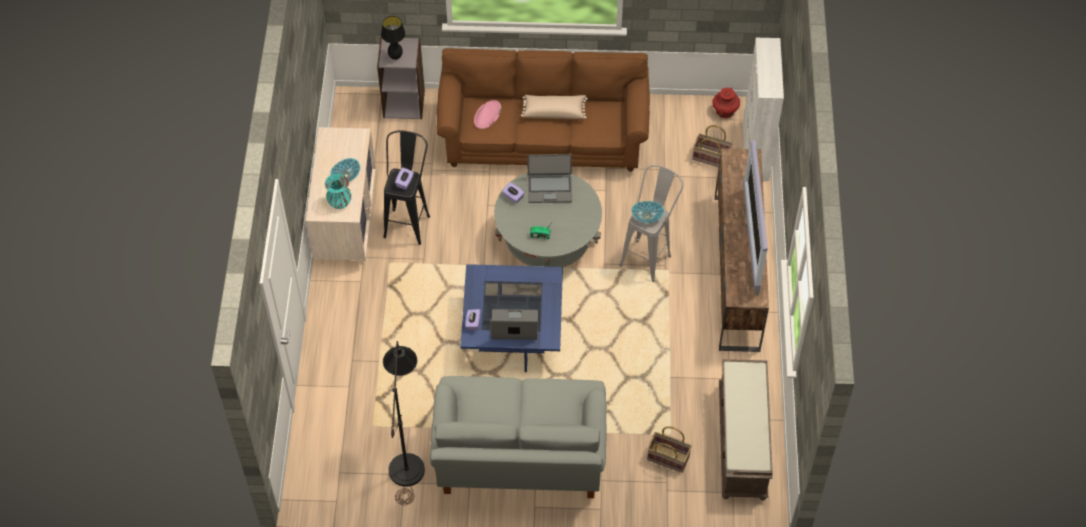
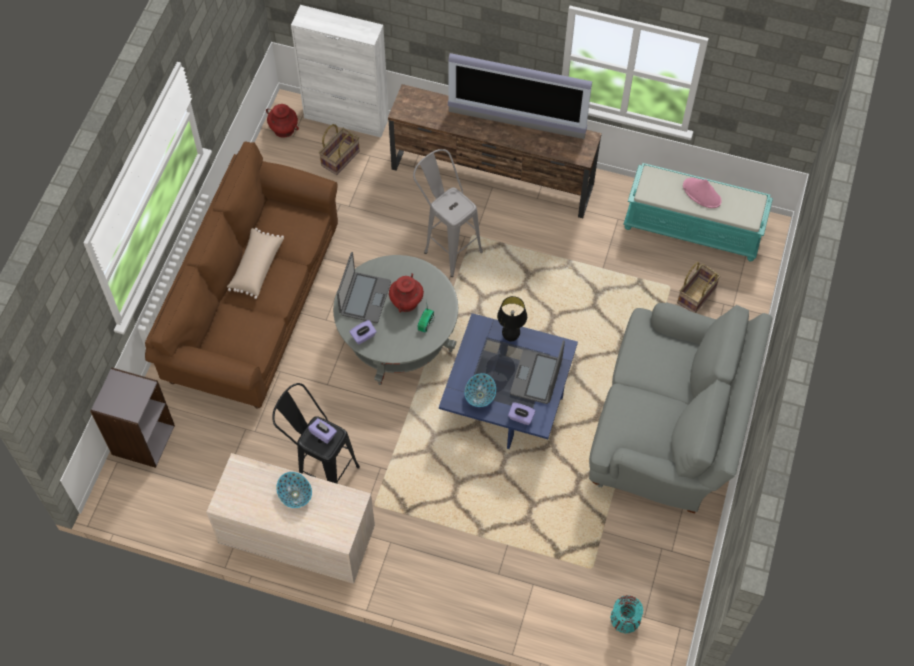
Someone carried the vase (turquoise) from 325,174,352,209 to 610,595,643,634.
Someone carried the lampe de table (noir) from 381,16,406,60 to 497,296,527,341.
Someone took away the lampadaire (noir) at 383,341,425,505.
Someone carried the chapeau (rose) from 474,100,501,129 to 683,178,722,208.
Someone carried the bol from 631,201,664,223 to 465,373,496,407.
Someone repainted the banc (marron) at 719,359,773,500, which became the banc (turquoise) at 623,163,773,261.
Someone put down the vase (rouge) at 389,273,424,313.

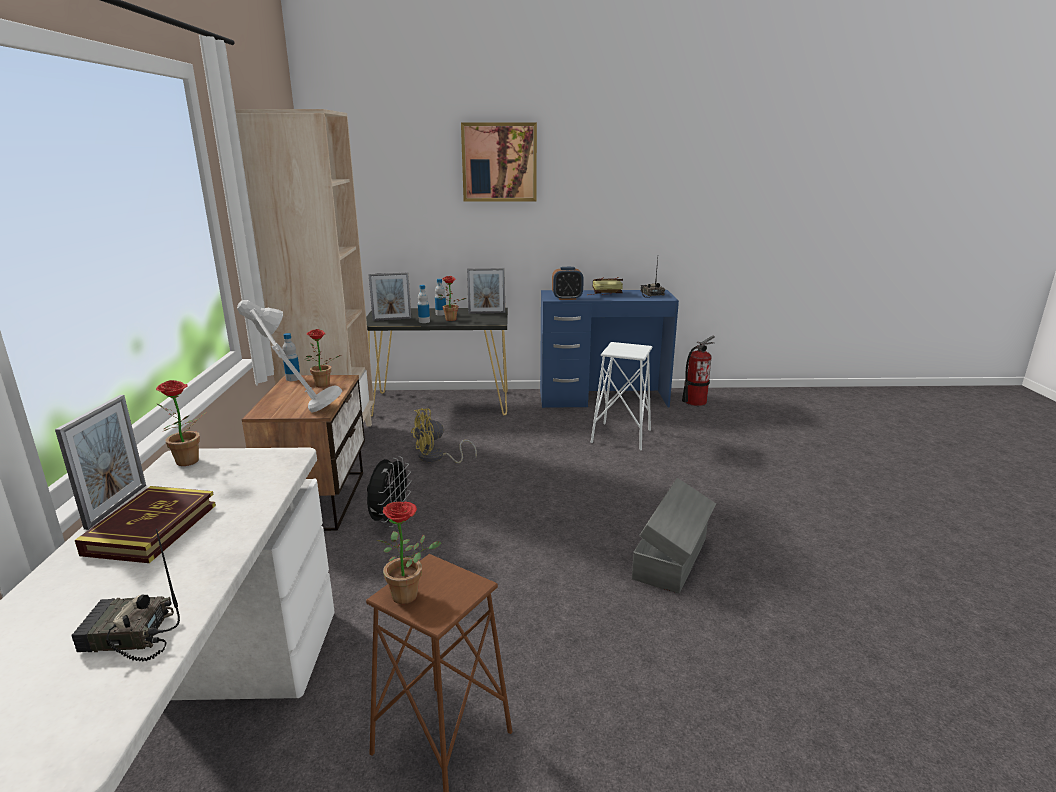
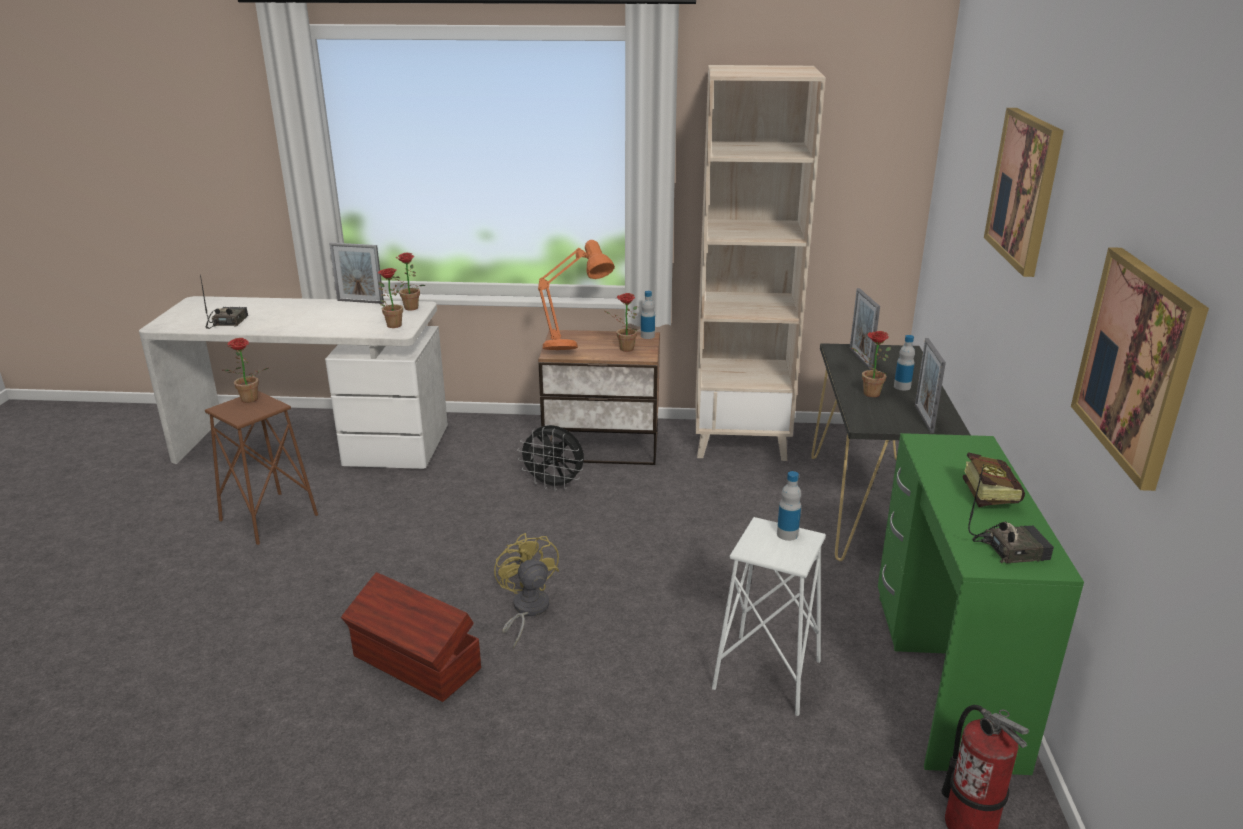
Someone took away the livre at 75,486,216,563.
Someone repainted the lampe de table (gris) at 237,300,342,412, which became the lampe de table (orange) at 538,240,615,350.
Someone carried the ventilateur (jaune) from 411,408,477,463 to 494,533,559,649.
Someone carried the bouteille from 418,285,430,323 to 777,471,801,541.
Someone repainted the bureau (bleu) at 540,290,679,408, which became the bureau (vert) at 878,433,1084,775.
Someone took away the réveil at 552,267,584,300.
Someone repainted the boîte de rangement (gris) at 632,478,716,594, which became the boîte de rangement (marron) at 341,572,481,702.
Someone put down the plante en pot at 378,268,404,328.
Someone put up the tableau at 1071,247,1209,491.

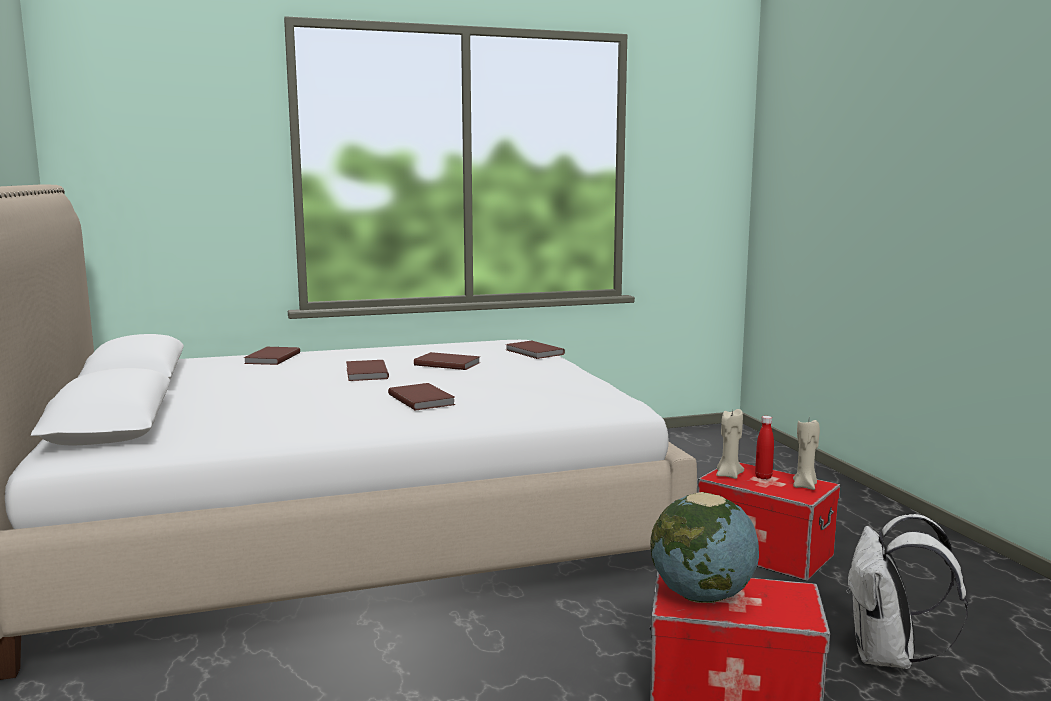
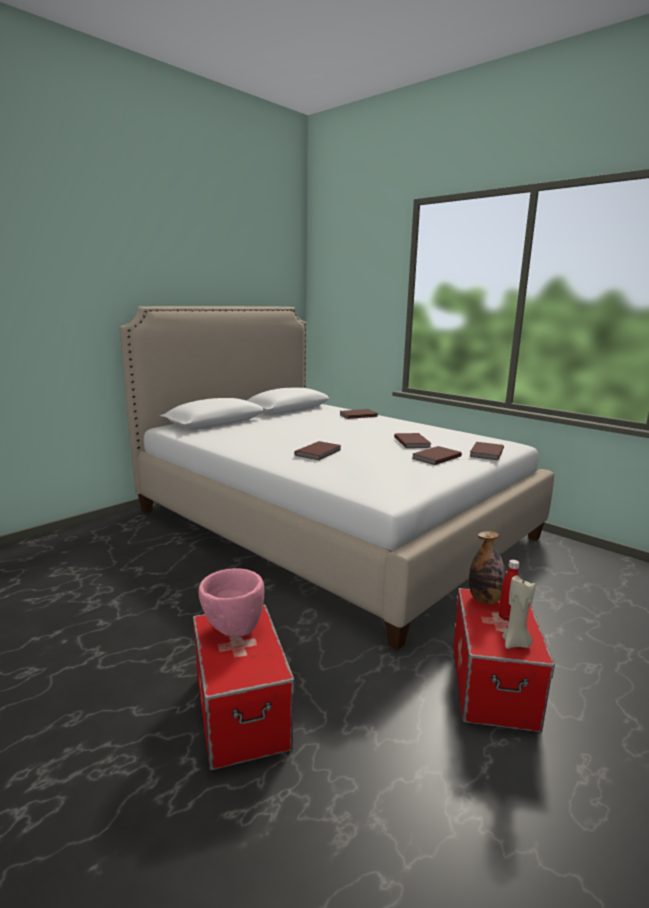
Someone carried the livre (marron) from 346,360,389,381 to 412,446,462,465.
Someone swapped the globe at 650,492,759,603 for the bol (rose) at 198,568,264,637.
Someone swapped the bougie (beige) at 716,408,744,479 for the bouteille at 469,531,506,604.
Someone took away the sac à dos (blanc) at 846,514,968,669.

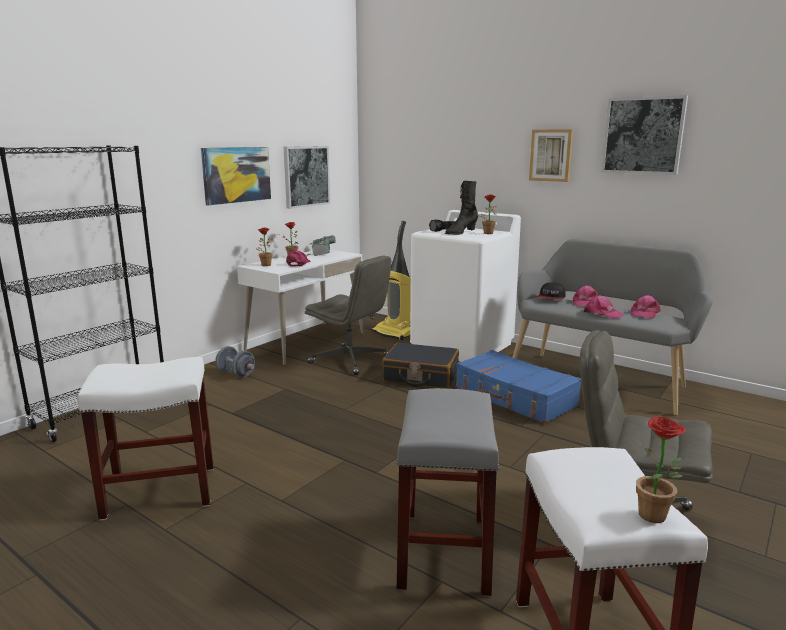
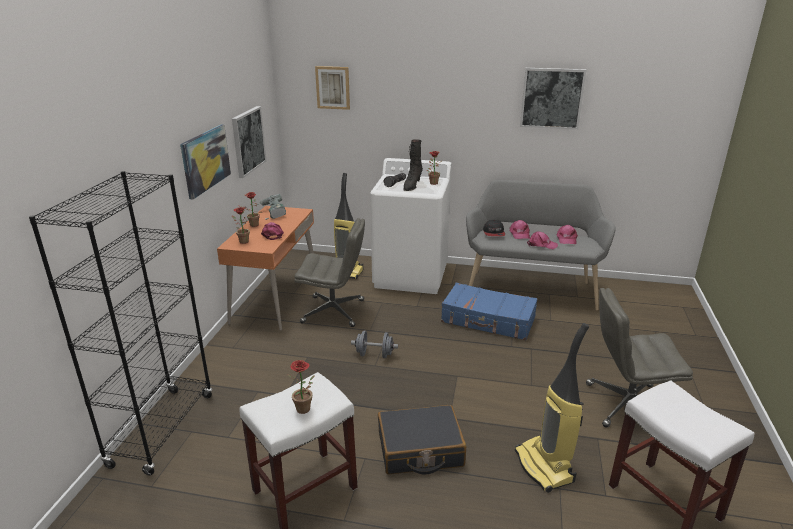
Someone carried the haltère (gris) from 216,346,255,378 to 351,331,398,358.
Someone repainted the bureau (blanc) at 237,250,364,365, which became the bureau (orange) at 217,206,314,331.
Someone carried the valise (noir) from 382,342,459,389 to 378,405,466,474.
Someone swapped the tabouret (gris) at 396,388,500,597 for the aspirateur at 515,323,589,493.
Someone carried the tableau from 529,129,573,182 to 315,66,350,110.
Someone carried the plante en pot from 636,416,686,523 to 287,360,315,414.

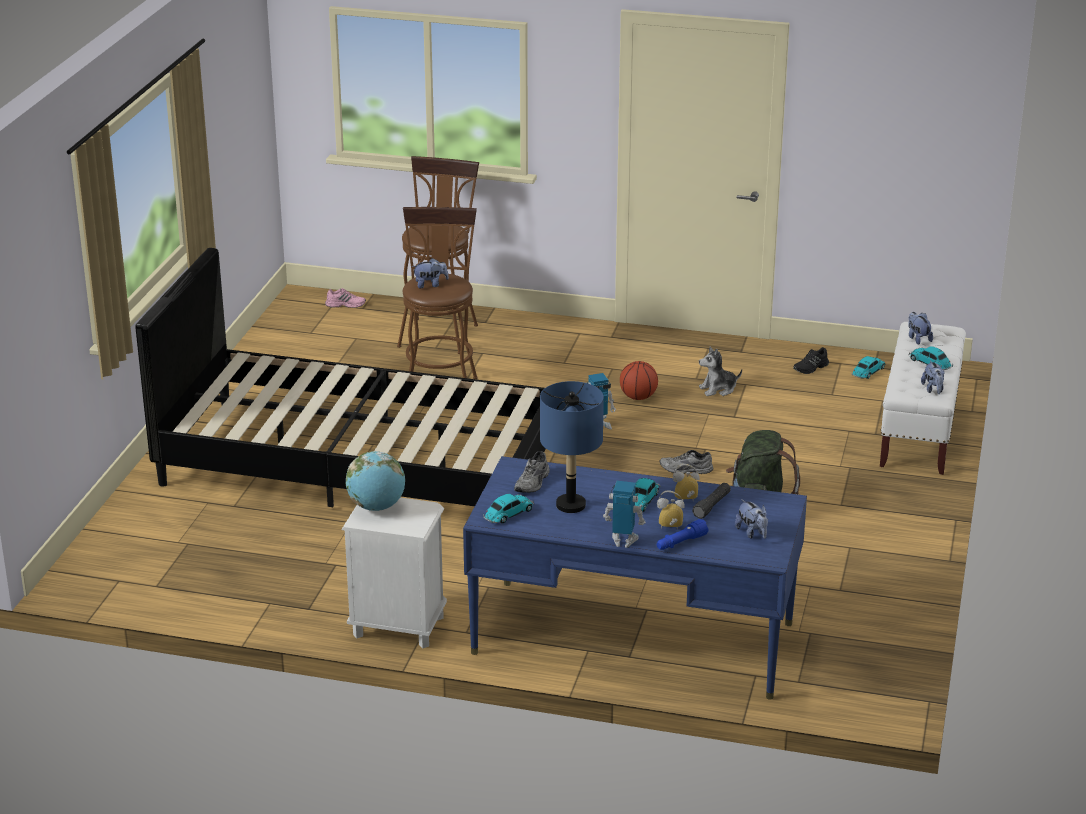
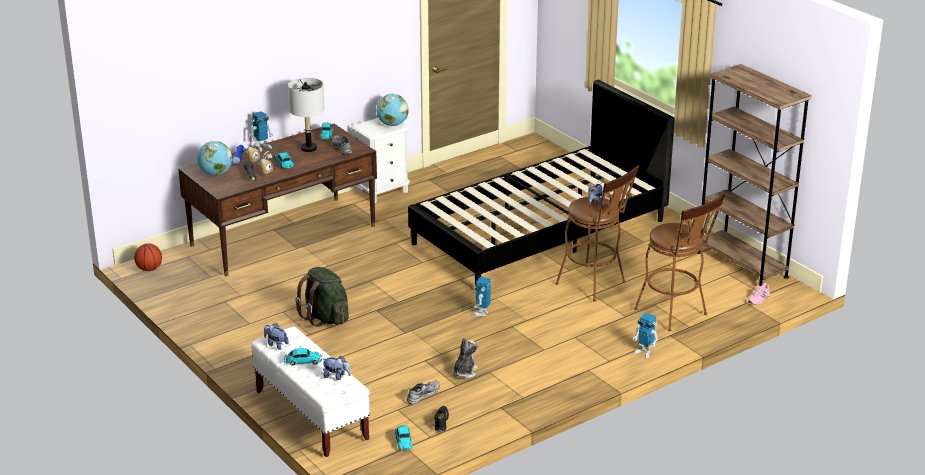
Someone repainted the bureau (bleu) at 463,456,807,700, which became the bureau (marron) at 178,124,377,276.
Someone repainted the lampe de table (bleu) at 540,381,604,513, which became the lampe de table (gris) at 288,78,324,152.
Someone carried the ballon de basket from 620,361,658,400 to 134,243,162,271.
Someone carried the chaussure (gris) from 660,450,714,474 to 407,380,440,404.
Someone swapped the peluche at 735,499,768,539 for the globe at 197,141,232,176.
Someone put down the robot jouet at 633,313,658,358.
Someone put down the bibliothèque (marron) at 697,64,812,286.

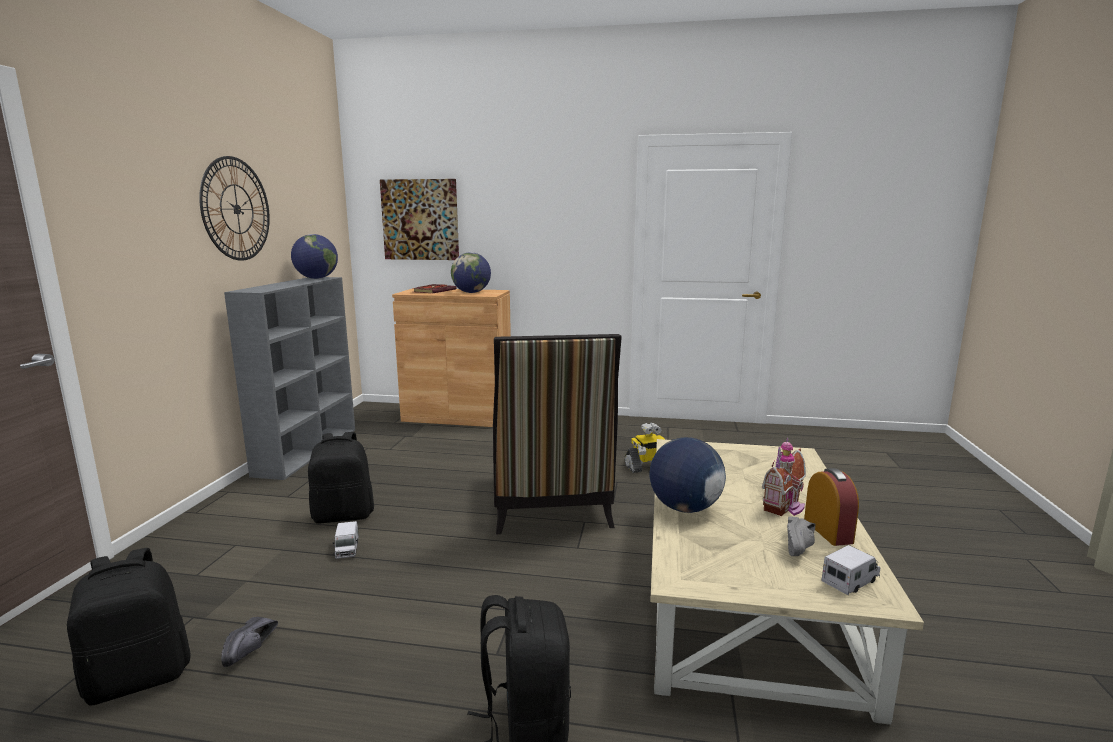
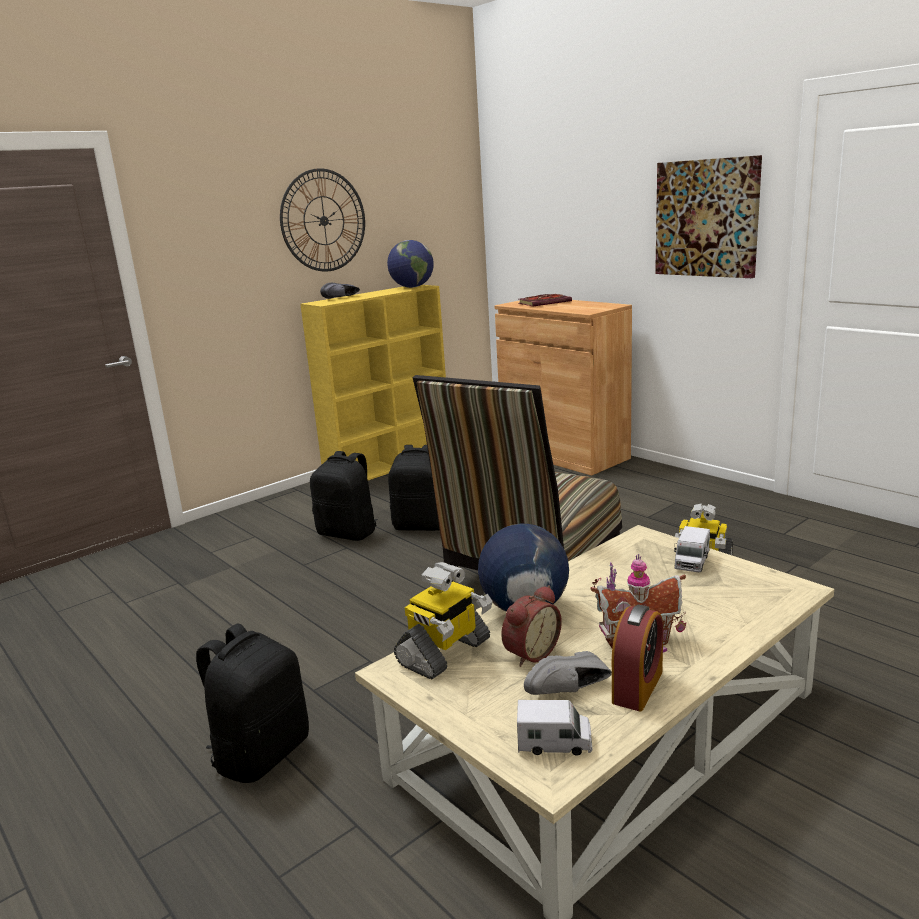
Someone carried the sac à dos (noir) from 67,548,191,706 to 388,445,439,531.
Someone carried the chaussure (noir) from 221,617,278,667 to 320,283,360,299.
Someone repainted the bibliothèque (gris) at 224,277,355,480, which became the bibliothèque (jaune) at 300,285,446,480.
Someone carried the camion jouet from 333,521,359,559 to 674,526,710,572.
Someone carried the tableau from 380,179,459,260 to 655,155,762,278.
Someone took away the globe at 451,252,491,293.
Someone put down the robot jouet at 394,562,492,680.
Someone put down the réveil at 501,585,562,667.

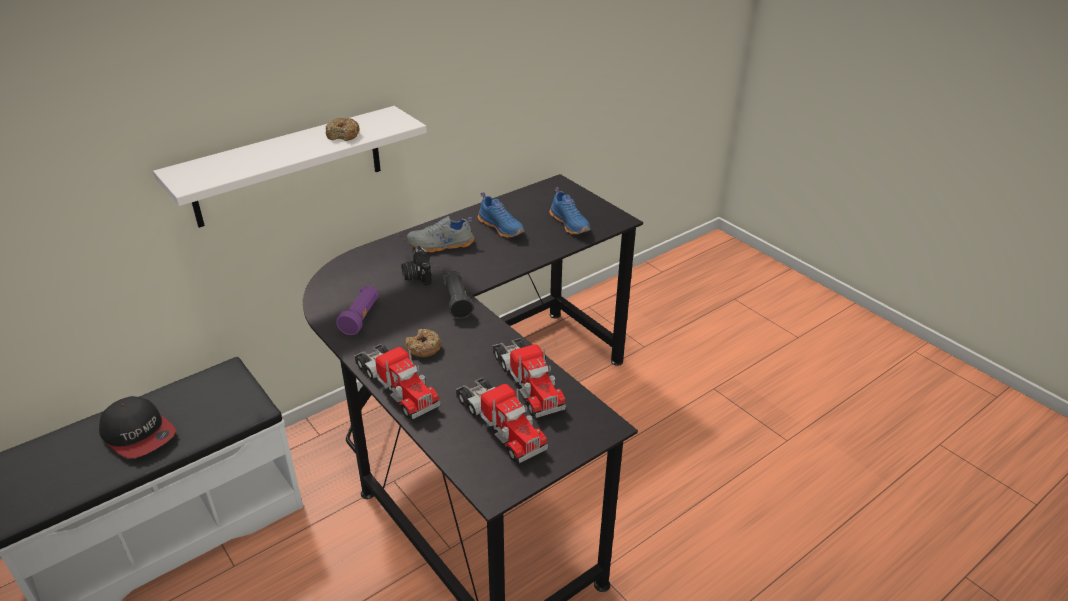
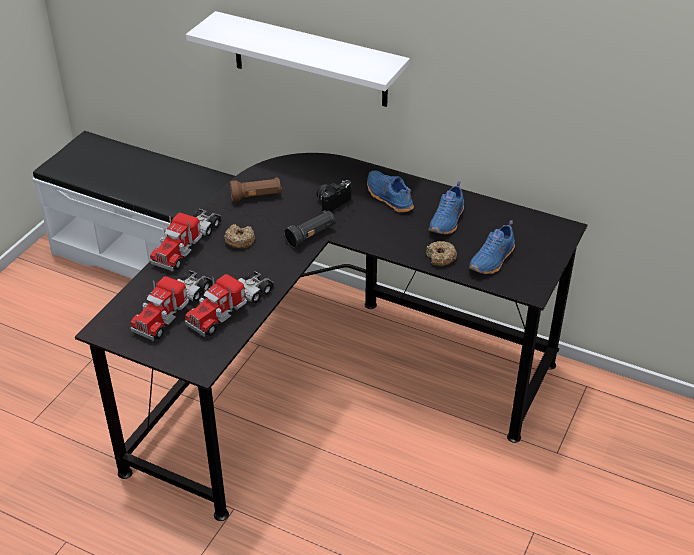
Someone took away the casquette at 99,396,176,458.
Someone carried the beignet from 326,118,360,141 to 426,241,457,266.
Someone repainted the lampe de poche (violet) at 336,286,379,335, which became the lampe de poche (marron) at 230,177,282,202.
Someone repainted the chaussure (gris) at 407,216,474,252, which became the chaussure (bleu) at 367,170,414,213.

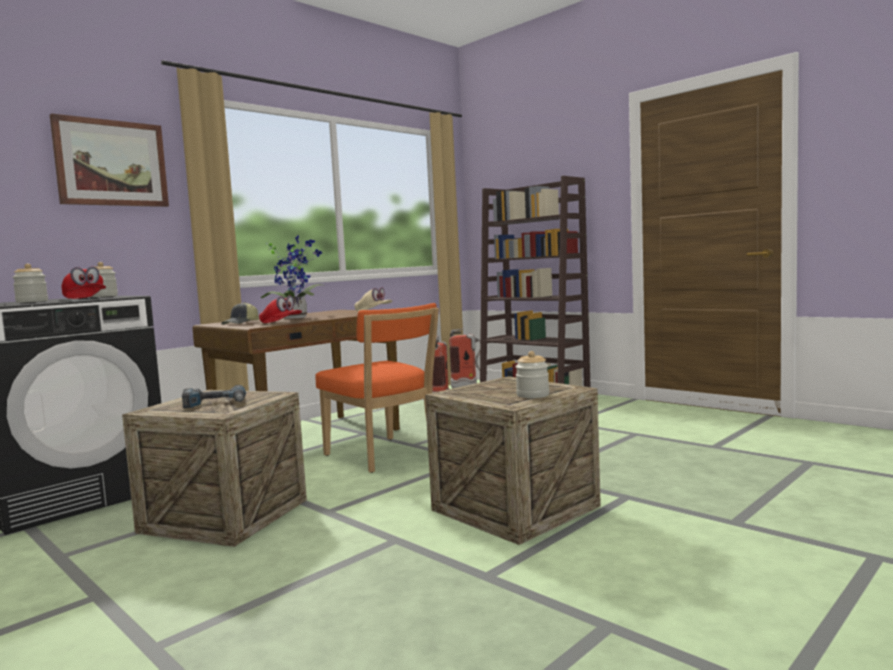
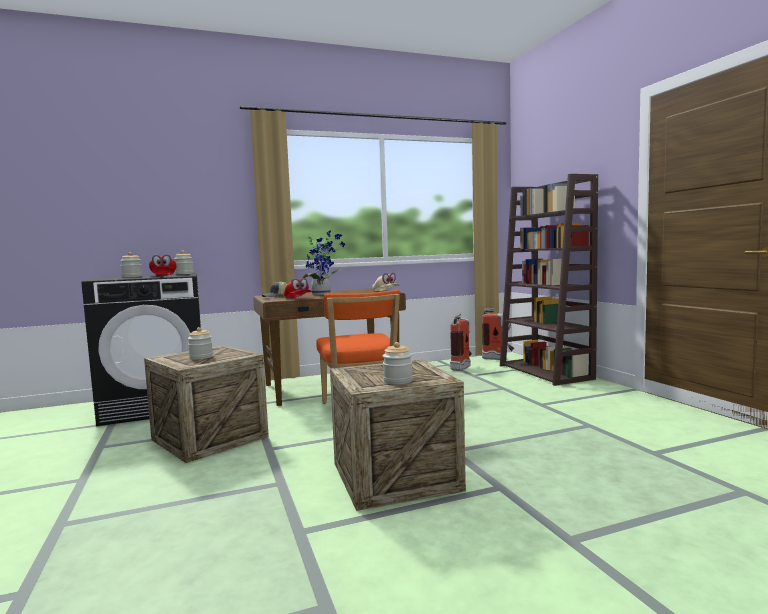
Someone took away the tableau at 50,113,169,207.
Someone swapped the perceuse at 182,385,246,409 for the bocal at 188,327,213,359.

